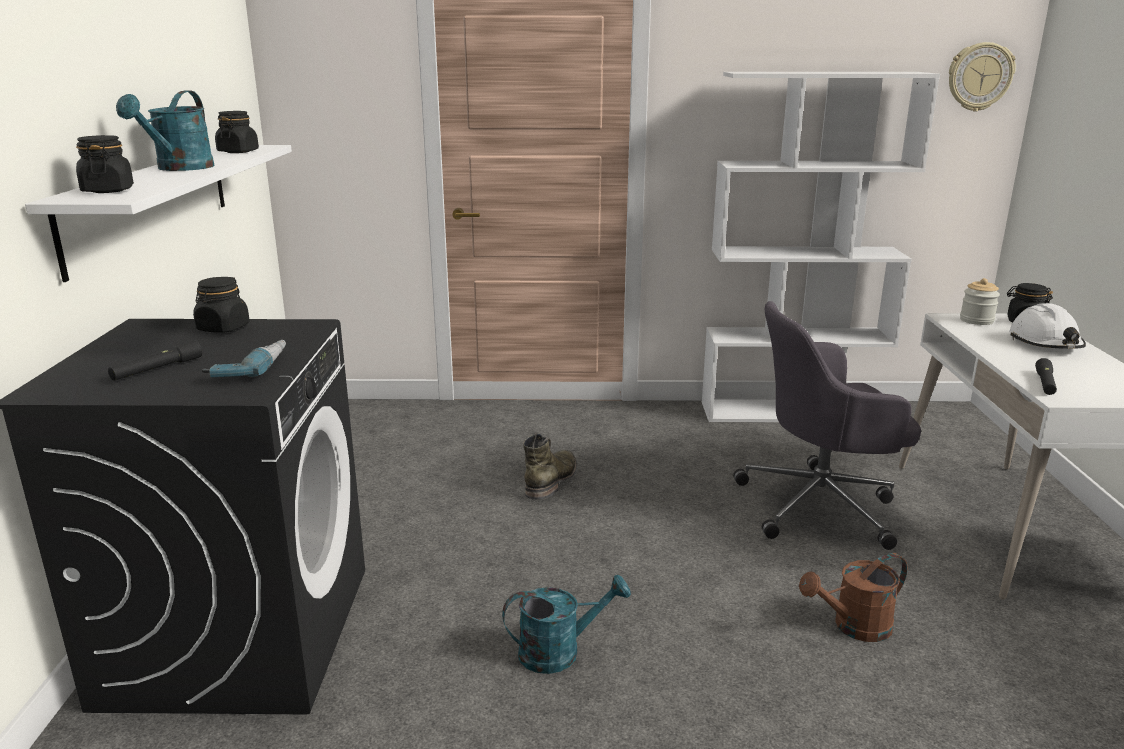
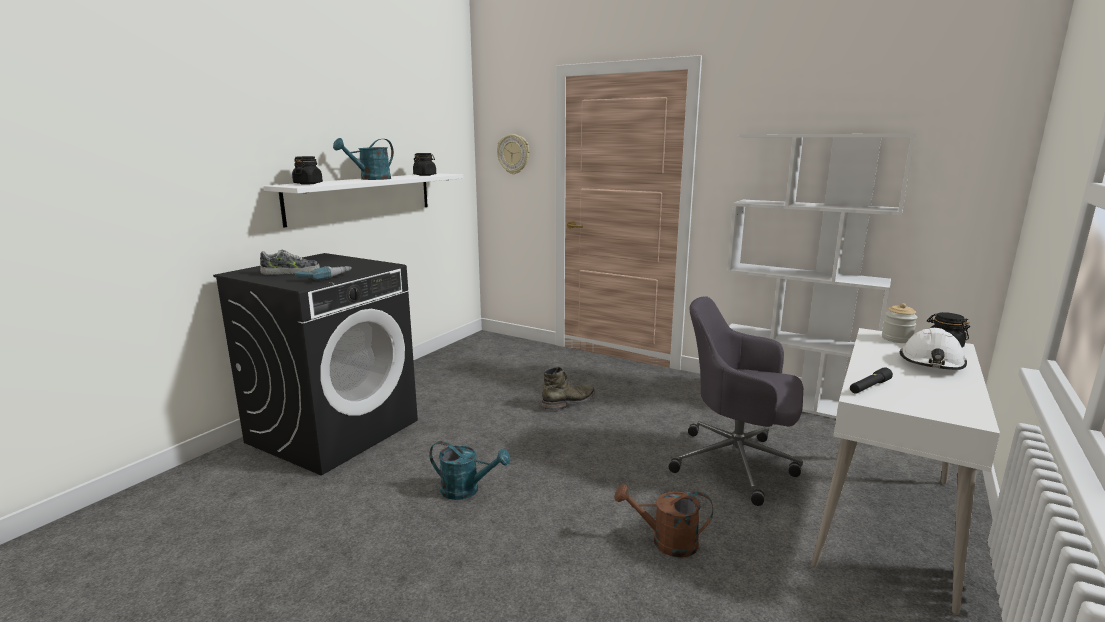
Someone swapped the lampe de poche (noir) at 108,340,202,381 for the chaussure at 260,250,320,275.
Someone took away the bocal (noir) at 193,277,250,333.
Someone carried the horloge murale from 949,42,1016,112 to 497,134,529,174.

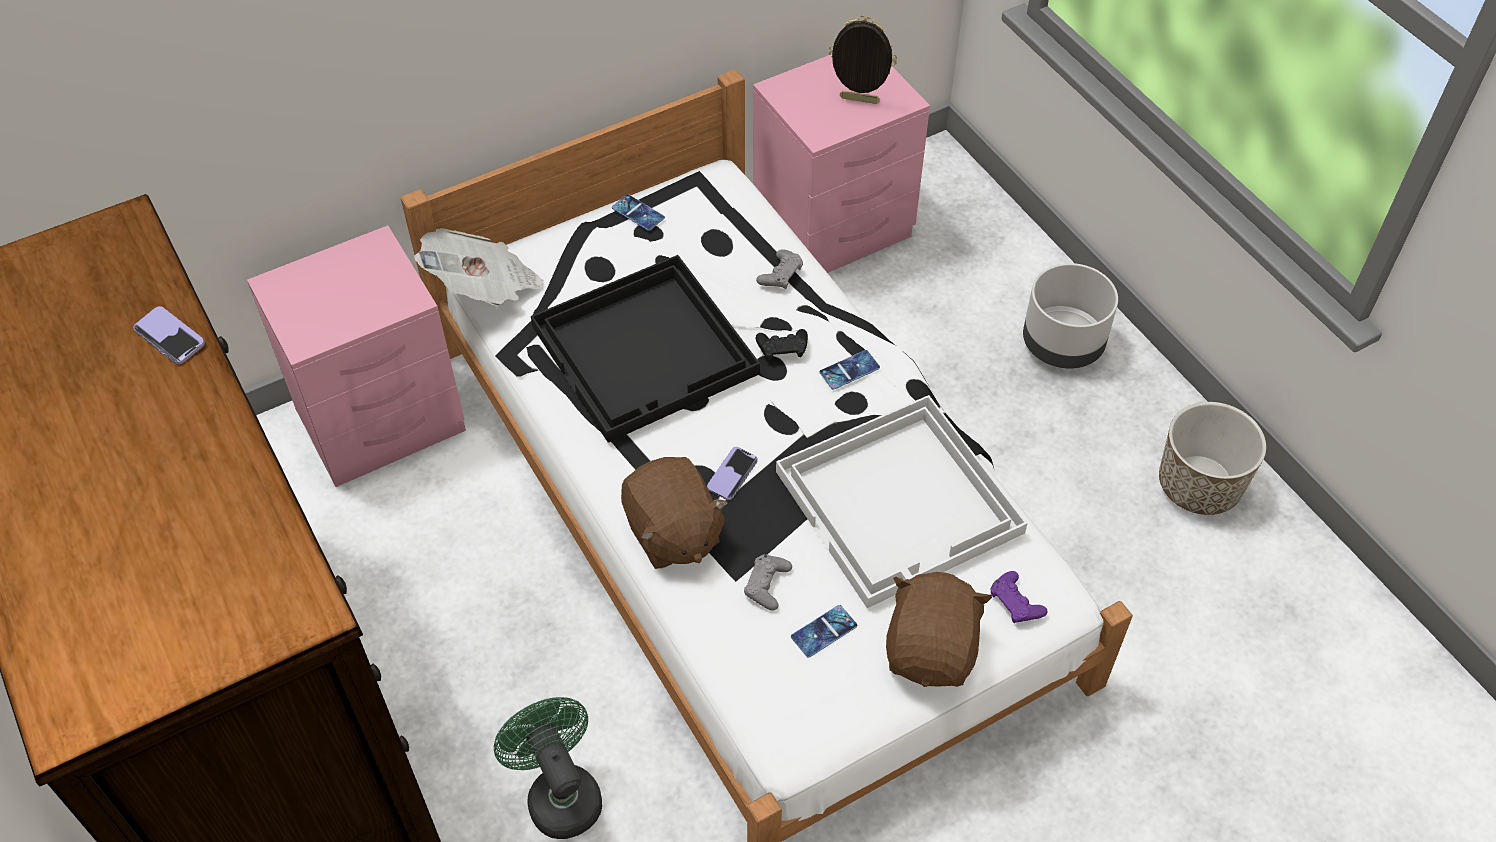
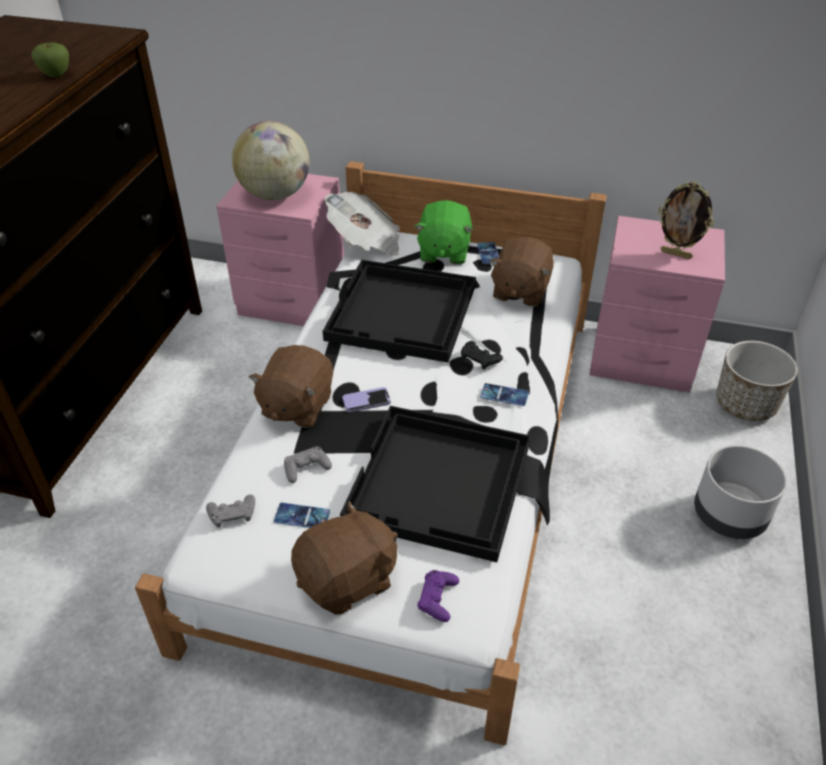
Someone swapped the téléphone at 133,306,205,364 for the pomme at 31,42,69,77.
Someone took away the ventilateur (vert) at 494,697,602,839.
Someone carried the manette (gris) from 756,249,803,289 to 206,494,255,528.
Someone repainted the plateau (blanc) at 776,395,1028,608, which became the plateau (noir) at 340,406,531,562.
Someone rotated the cadre photo at 829,16,897,104 by 150 degrees clockwise.
Someone carried the cache-pot from 1159,402,1266,515 to 716,341,798,421.
Someone put down the globe at 232,121,310,200.
Someone put down the peluche (vert) at 414,200,473,265.
Someone put down the peluche (marron) at 489,237,554,307.

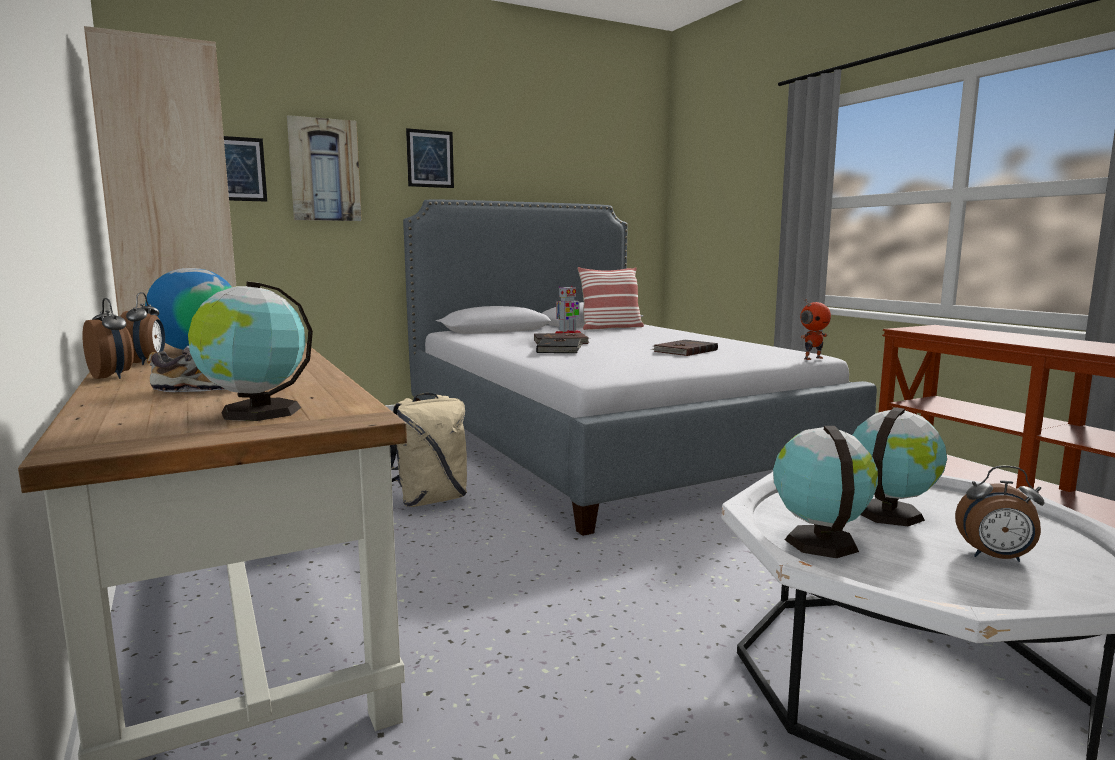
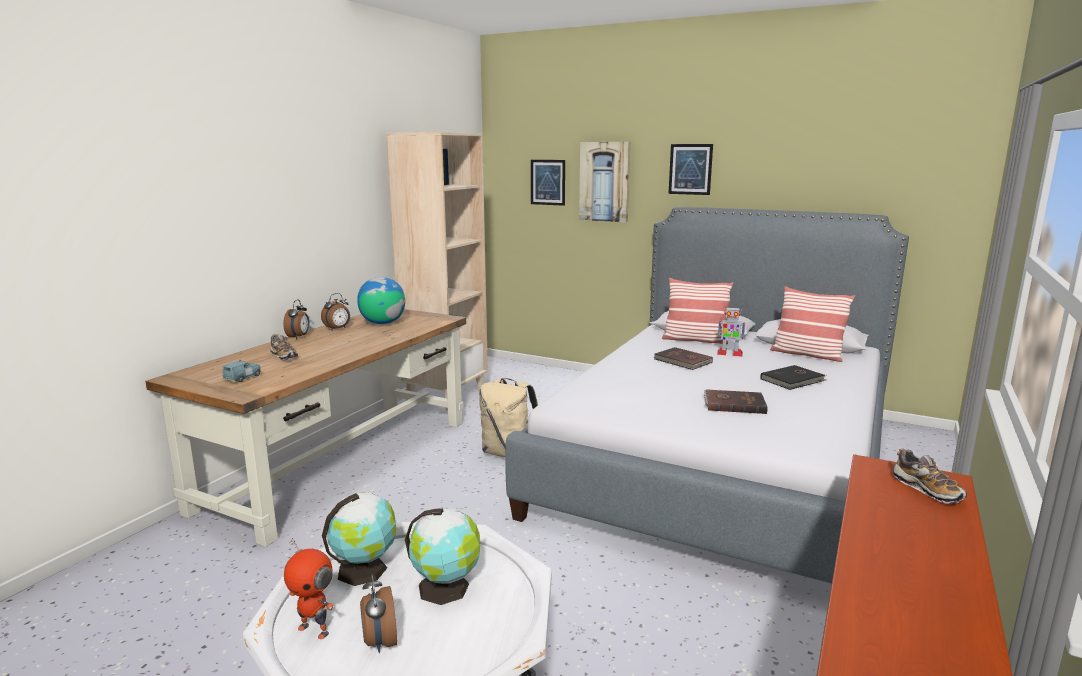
Someone swapped the globe at 188,281,313,421 for the petite voiture (bleu) at 223,359,261,382.
Someone carried the livre (noir) from 536,338,583,353 to 760,365,827,390.
Someone carried the robot jouet from 800,298,831,360 to 284,537,335,639.
Someone put down the coussin at 662,278,733,344.
Someone put down the chaussure at 893,449,967,504.

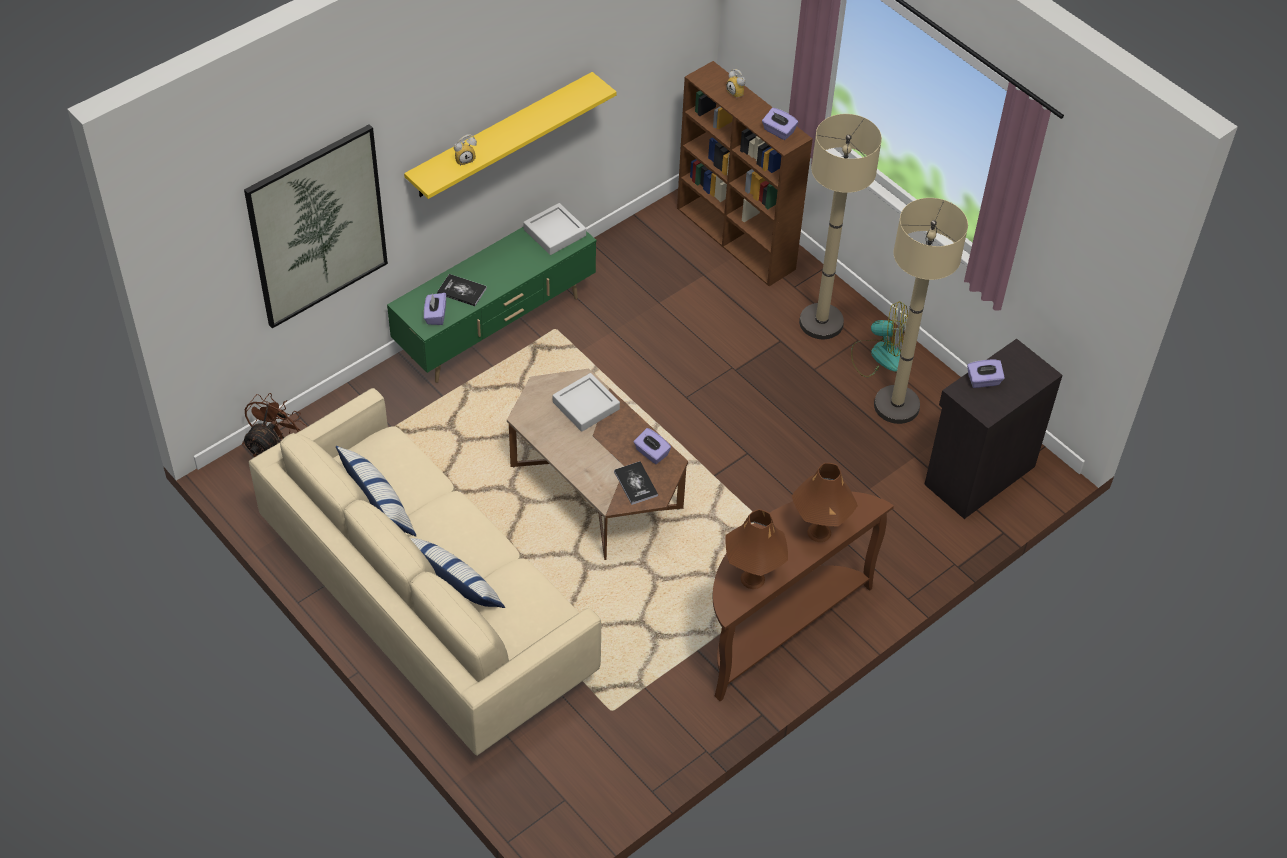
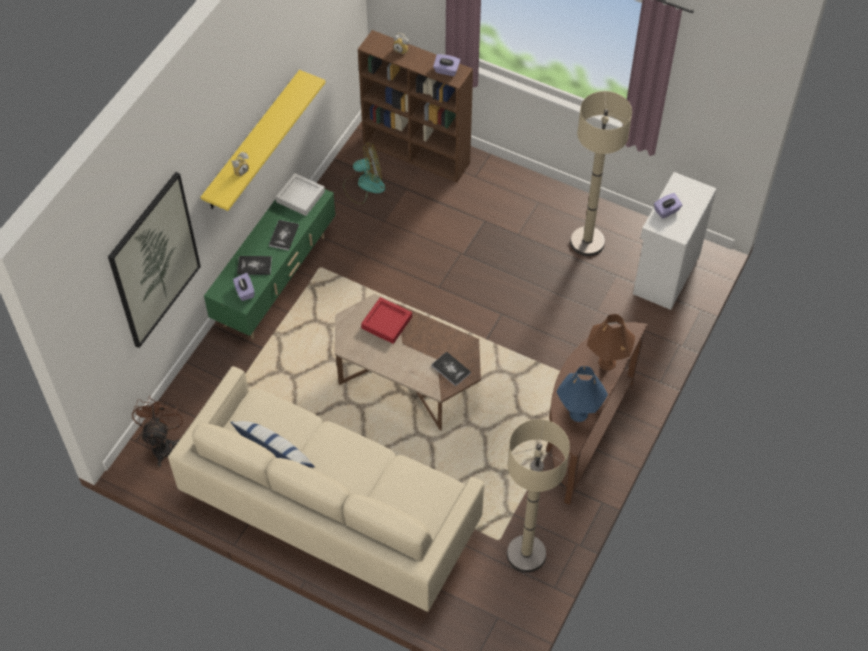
Someone took away the coussin at 410,538,505,608.
Someone repainted the plateau (gris) at 553,373,620,432, which became the plateau (rouge) at 361,297,412,344.
Someone took away the boîte à mouchoirs (violet) at 634,428,671,464.
Someone repainted the lampe de table (marron) at 725,509,788,589, which became the lampe de table (bleu) at 556,366,608,422.
Someone carried the lampadaire (beige) from 799,114,882,339 to 507,419,570,573.
Someone carried the ventilateur from 851,301,908,377 to 343,143,385,204.
Someone repainted the meuble de rangement (noir) at 924,339,1062,519, which became the meuble de rangement (blanc) at 633,172,717,310.
Someone put down the livre at 269,220,299,250.

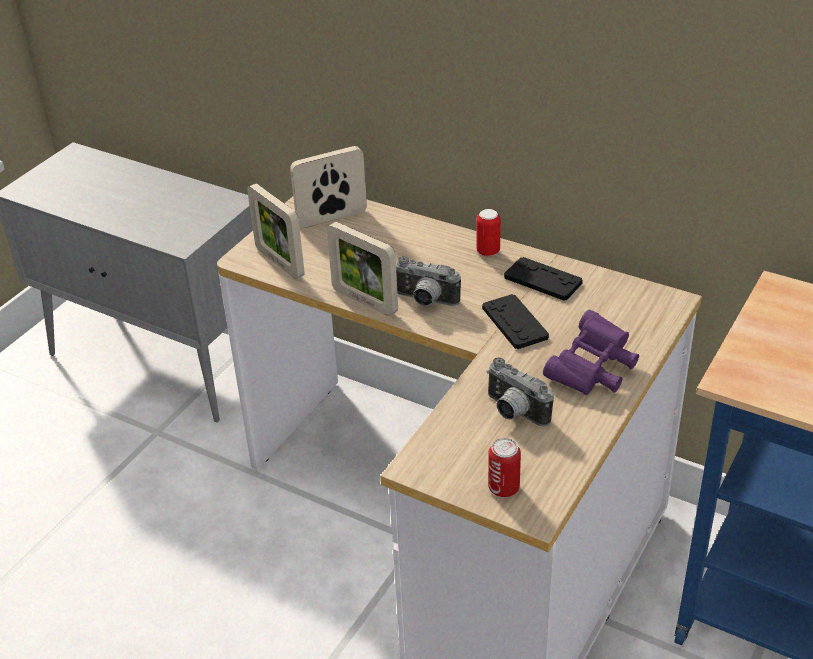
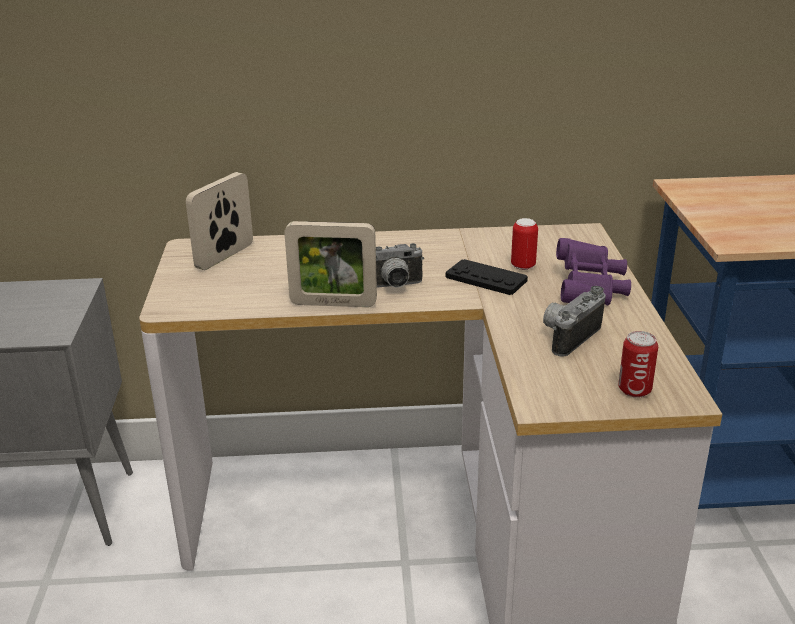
Someone took away the cadre photo at 247,184,305,279.
Someone carried the boîte métallique from 476,209,501,256 to 511,218,538,270.
Someone rotated the appareil photo at 486,357,554,427 by 120 degrees clockwise.
Someone took away the manette (noir) at 504,257,583,300.

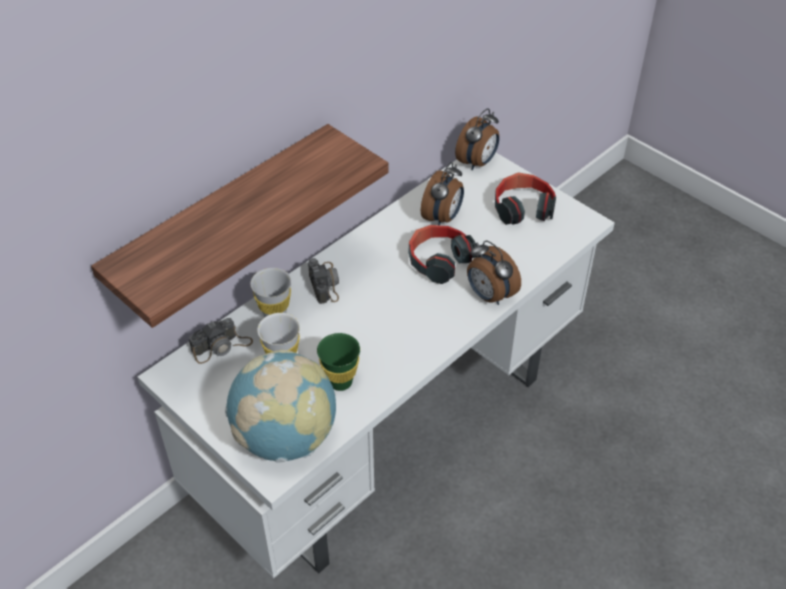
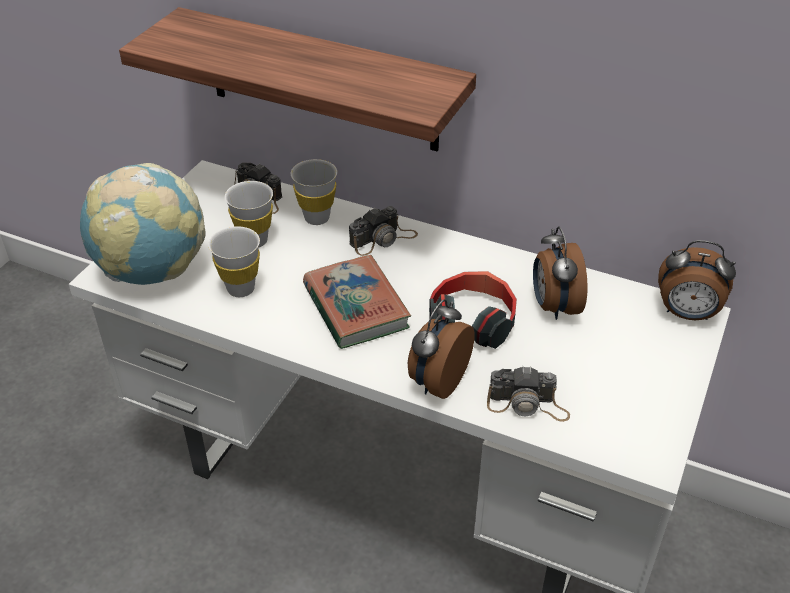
Someone repainted the tasse (vert) at 317,333,360,391, which became the tasse (blanc) at 208,226,260,297.
Someone rotated the réveil at 421,162,464,225 by 75 degrees clockwise.
Someone took away the casque audio at 495,172,556,225.
Someone put down the livre at 303,255,411,349.
Someone put down the appareil photo at 487,366,570,422.

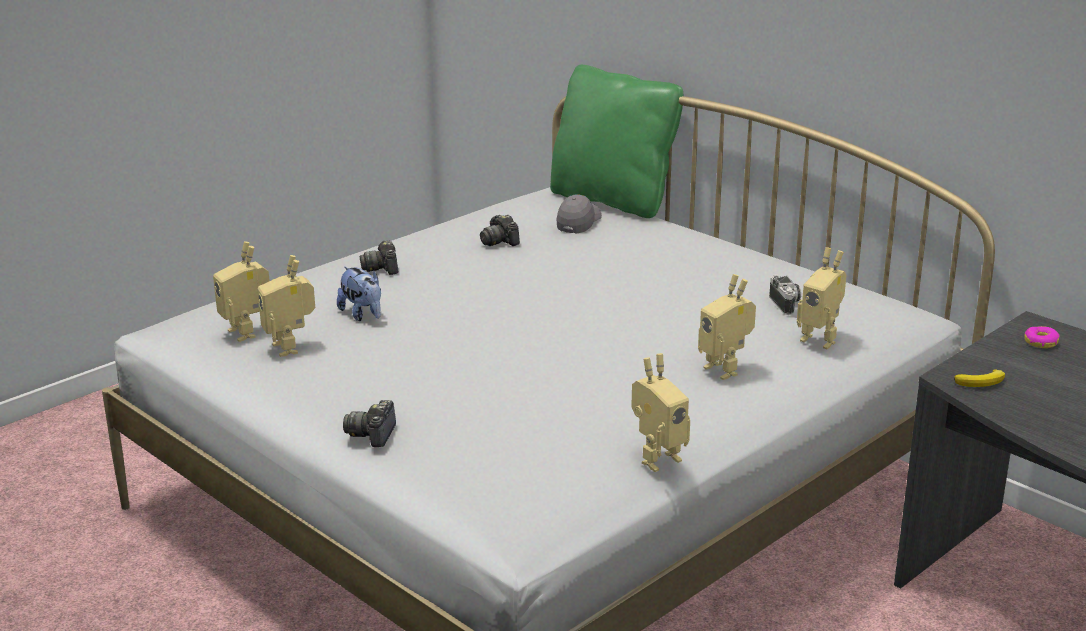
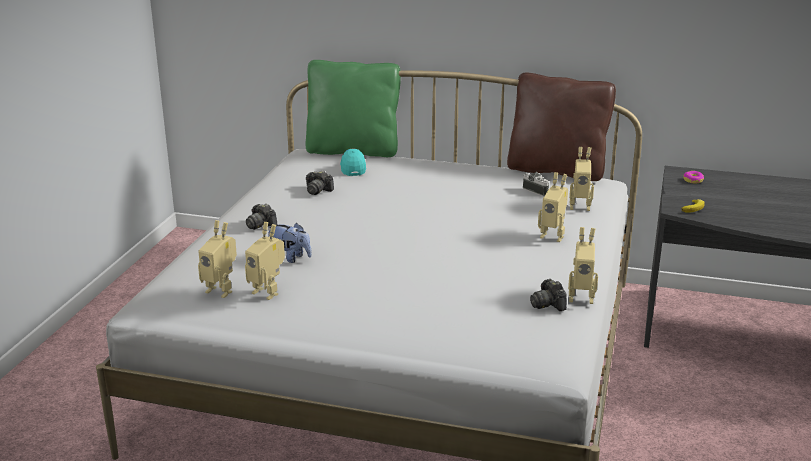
Someone carried the appareil photo from 343,400,396,447 to 530,279,567,311.
Someone repainted the casquette (gris) at 556,194,602,234, which became the casquette (turquoise) at 340,149,366,176.
Someone rotated the robot jouet at 631,354,690,472 by 75 degrees clockwise.
Someone put down the coussin (marron) at 507,73,616,181.

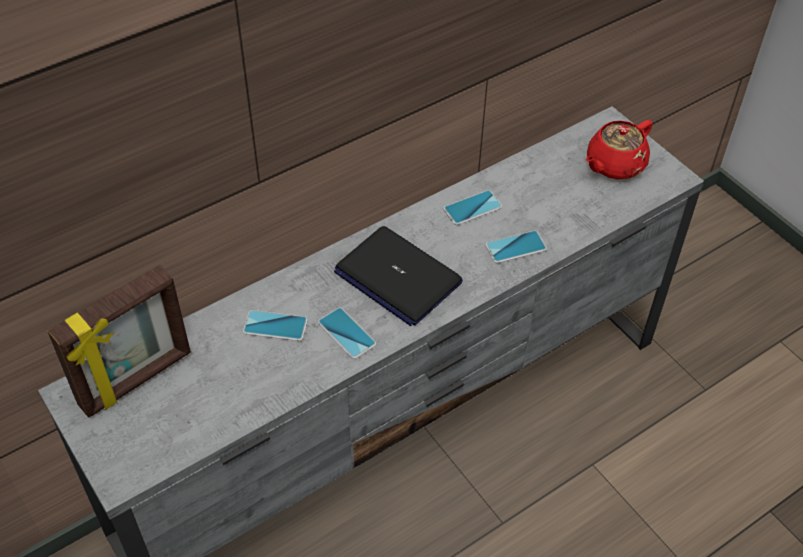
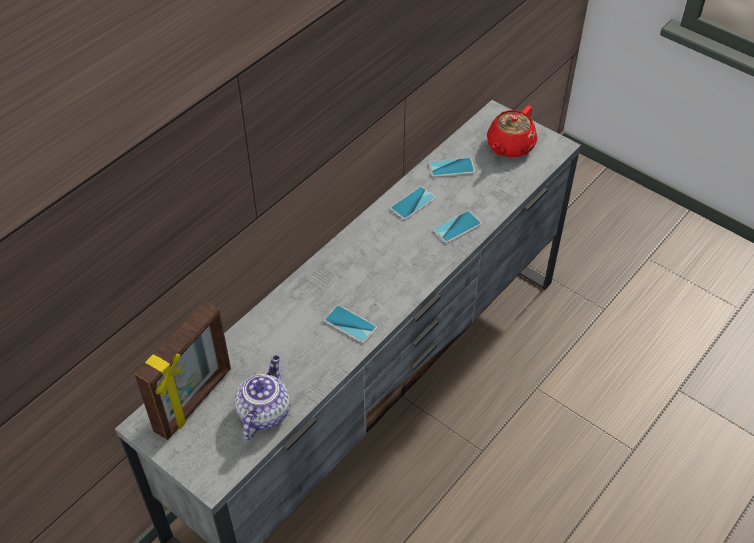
Someone carried the téléphone from 243,310,308,341 to 429,158,475,177.
Someone took away the ordinateur portable at 334,226,463,326.
Someone put down the théière at 234,355,290,440.

